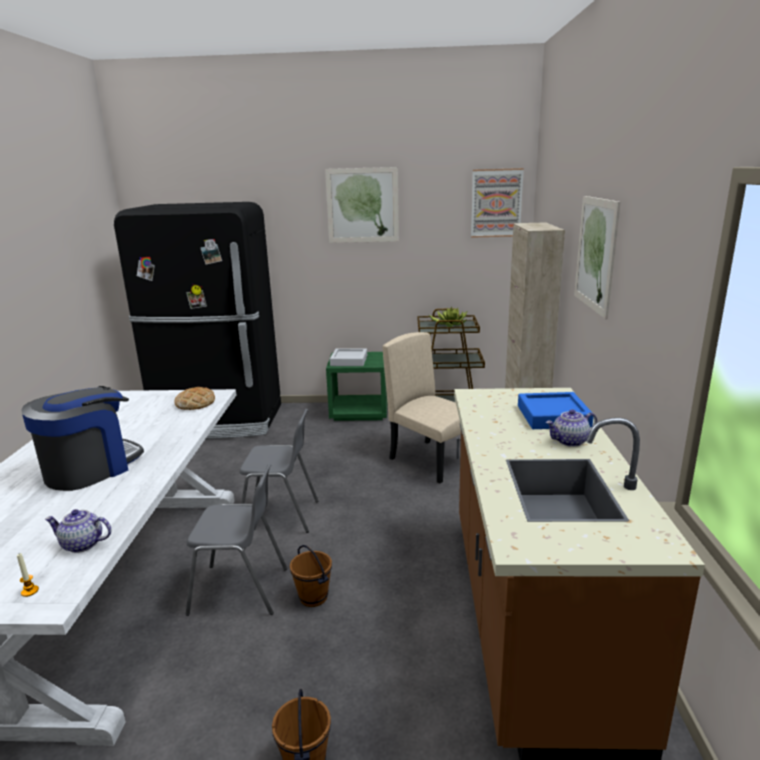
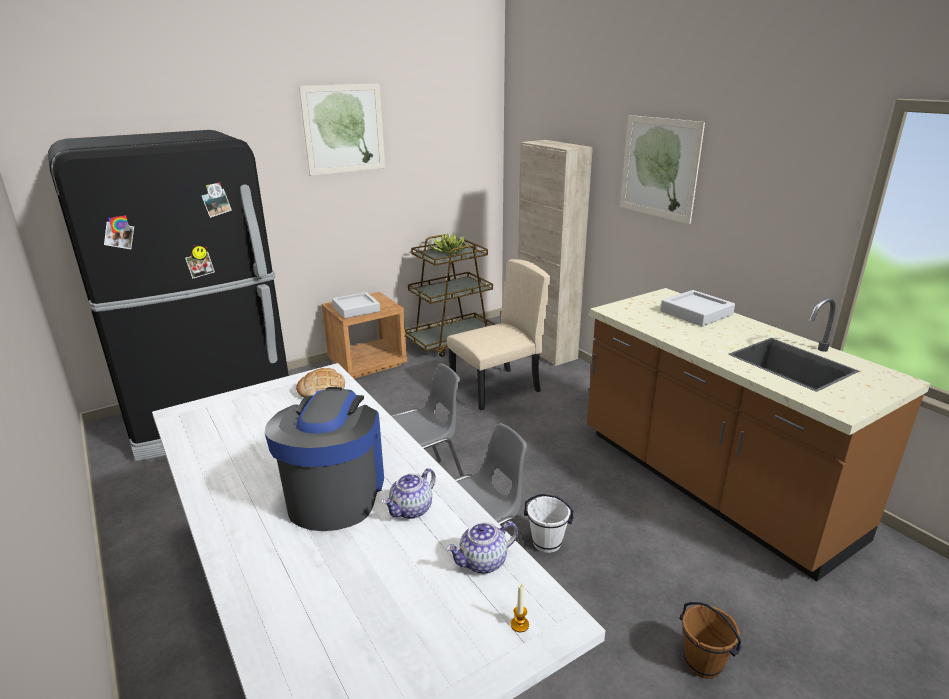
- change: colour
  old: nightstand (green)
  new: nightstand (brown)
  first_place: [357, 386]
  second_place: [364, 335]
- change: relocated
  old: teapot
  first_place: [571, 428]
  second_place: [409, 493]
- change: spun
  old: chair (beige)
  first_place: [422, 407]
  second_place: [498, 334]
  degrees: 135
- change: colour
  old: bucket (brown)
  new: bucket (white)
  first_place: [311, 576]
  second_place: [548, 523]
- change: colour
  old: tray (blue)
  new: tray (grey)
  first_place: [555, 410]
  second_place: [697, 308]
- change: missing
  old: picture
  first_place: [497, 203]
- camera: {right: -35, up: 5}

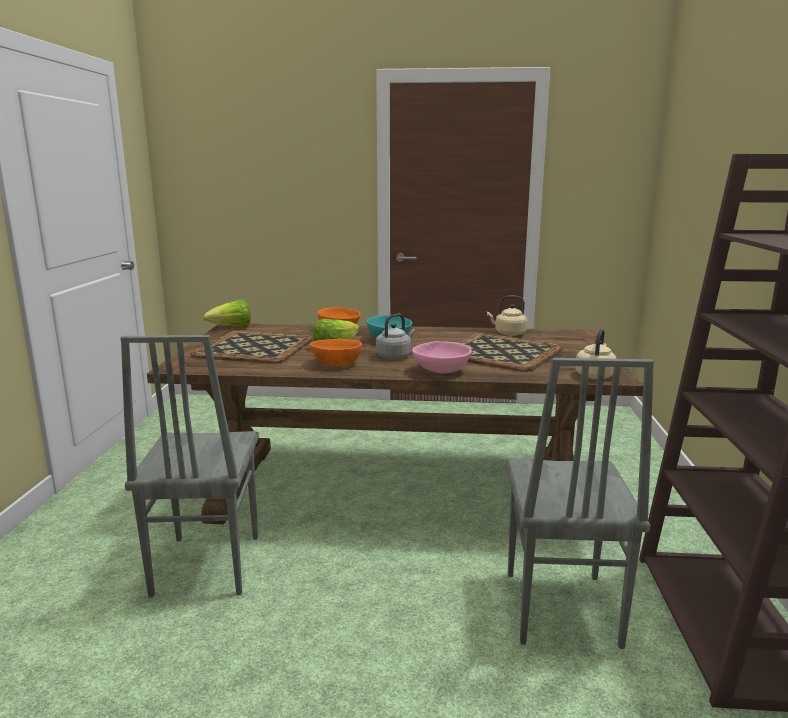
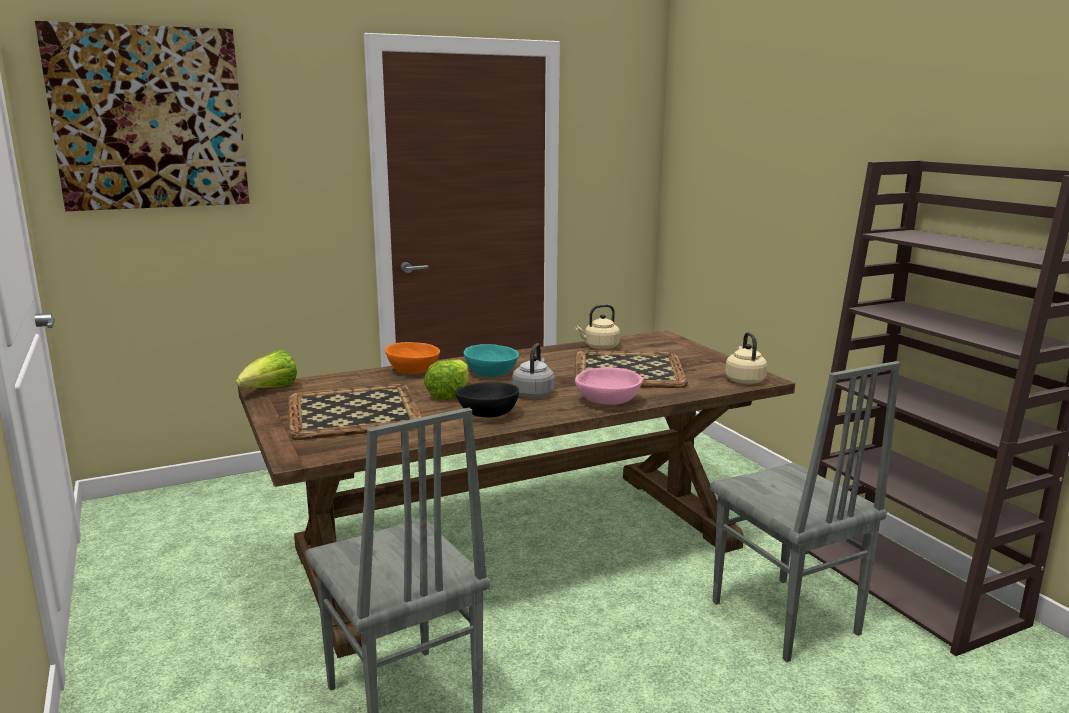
- change: appeared
  new: picture
  second_place: [142, 116]
- change: colour
  old: bowl (orange)
  new: bowl (black)
  first_place: [336, 352]
  second_place: [487, 400]
- camera: {right: -30, up: 0}

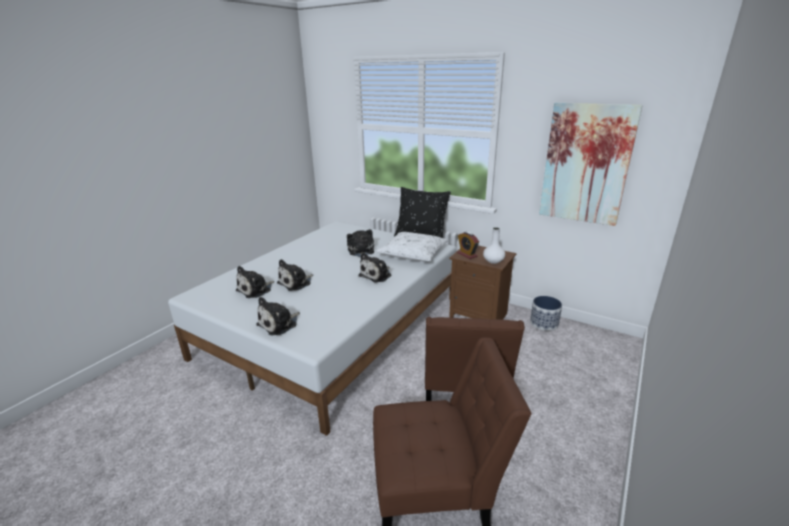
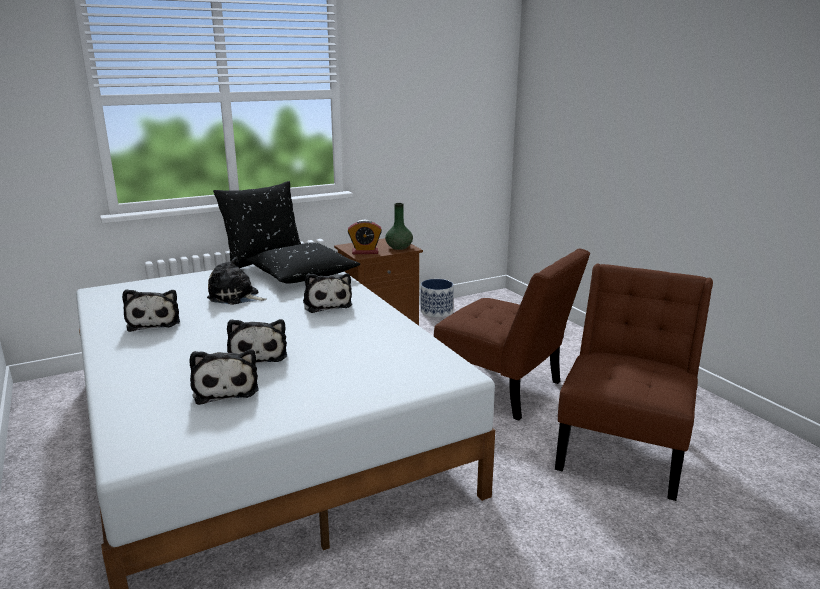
- change: relocated
  old: plush toy
  first_place: [278, 316]
  second_place: [151, 310]
- change: colour
  old: pillow (white)
  new: pillow (black)
  first_place: [412, 246]
  second_place: [303, 263]
- change: colour
  old: vase (white)
  new: vase (green)
  first_place: [494, 245]
  second_place: [399, 226]
- change: missing
  old: picture
  first_place: [591, 164]
- camera: {right: -60, up: -5}

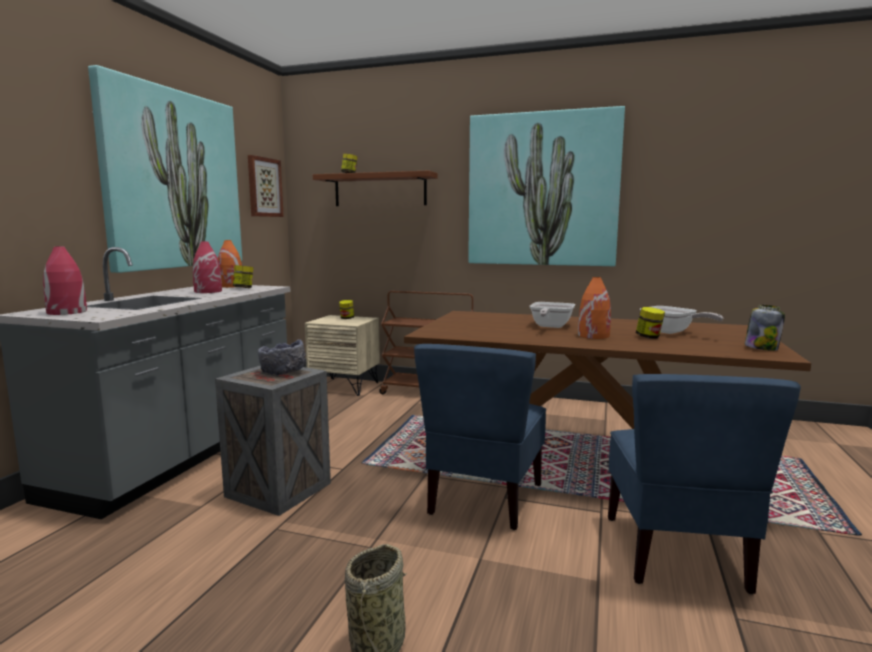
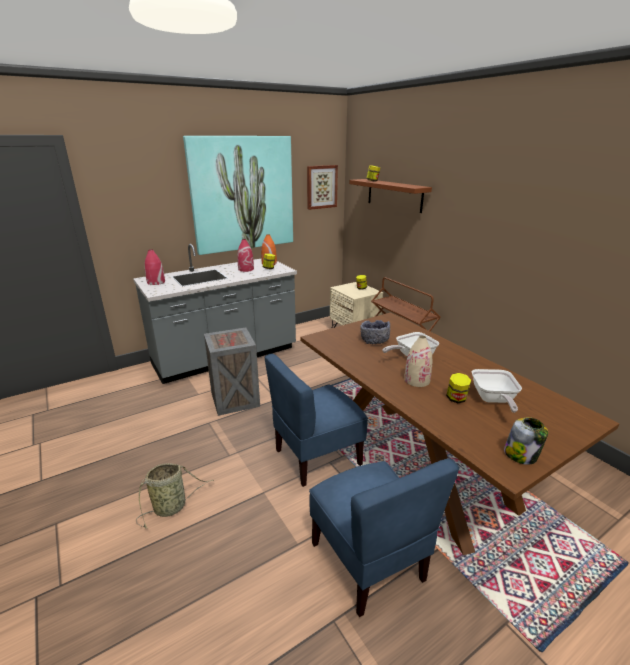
- change: spun
  old: chair (blue)
  first_place: [704, 484]
  second_place: [384, 538]
  degrees: -75
- change: relocated
  old: bowl (grey)
  first_place: [282, 358]
  second_place: [375, 332]
- change: colour
  old: vase (orange)
  new: vase (beige)
  first_place: [594, 308]
  second_place: [418, 361]
- change: missing
  old: picture
  first_place: [546, 186]
- camera: {right: 40, up: 15}

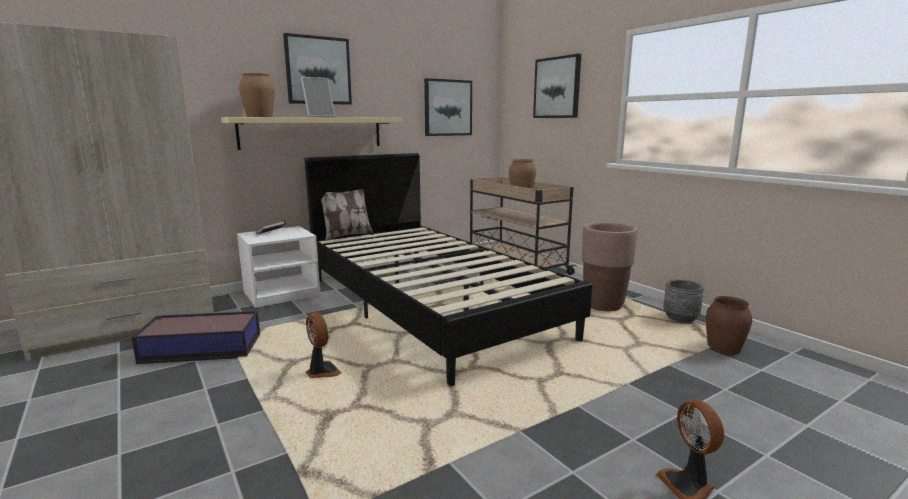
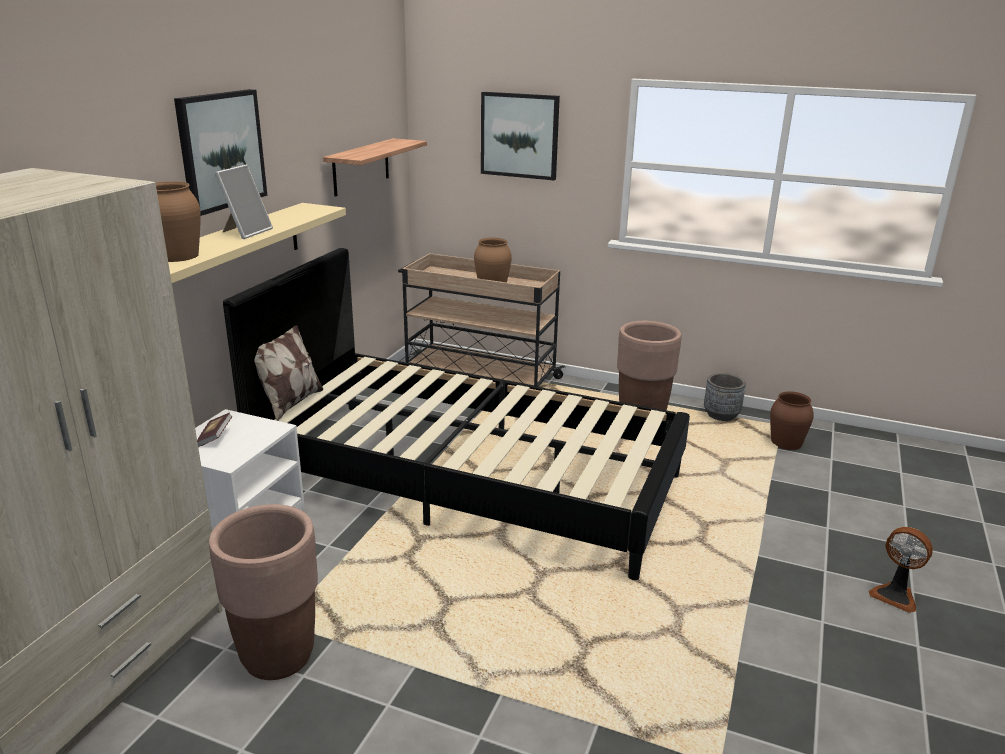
- change: exchanged
  old: storage box
  new: planter (brown)
  first_place: [195, 337]
  second_place: [263, 592]
- change: exchanged
  old: picture
  new: shelf
  first_place: [448, 107]
  second_place: [375, 167]
- change: missing
  old: fan
  first_place: [324, 345]
- camera: {right: -35, up: 10}

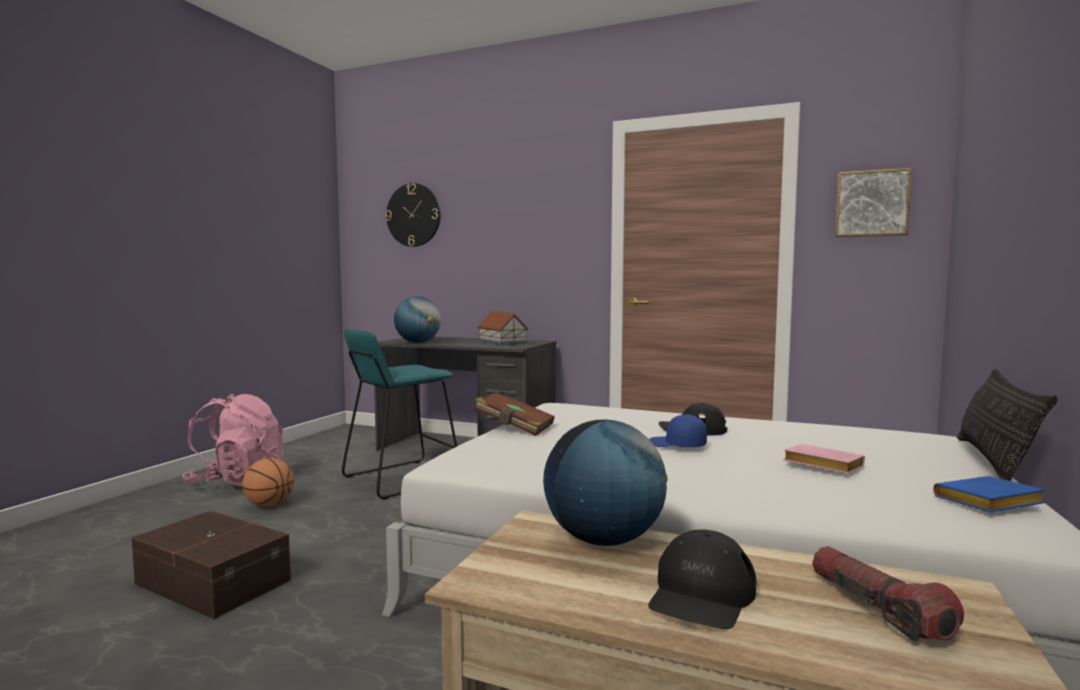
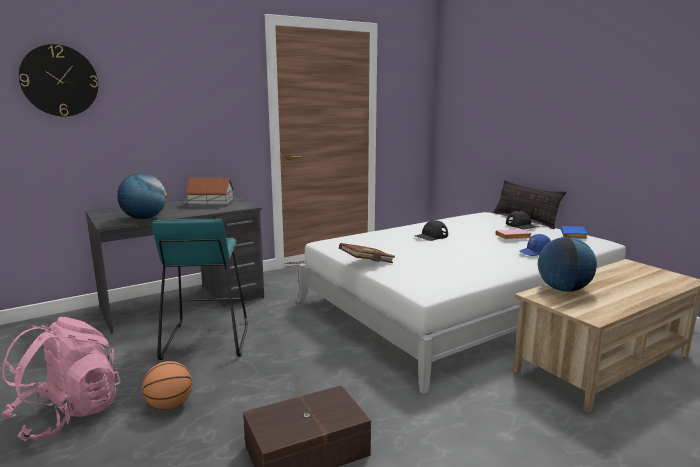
- change: relocated
  old: cap (black)
  first_place: [702, 579]
  second_place: [521, 220]
- change: relocated
  old: cap (blue)
  first_place: [678, 431]
  second_place: [535, 245]
- change: missing
  old: flashlight
  first_place: [888, 594]
- change: missing
  old: picture
  first_place: [873, 202]
- camera: {right: -55, up: 10}

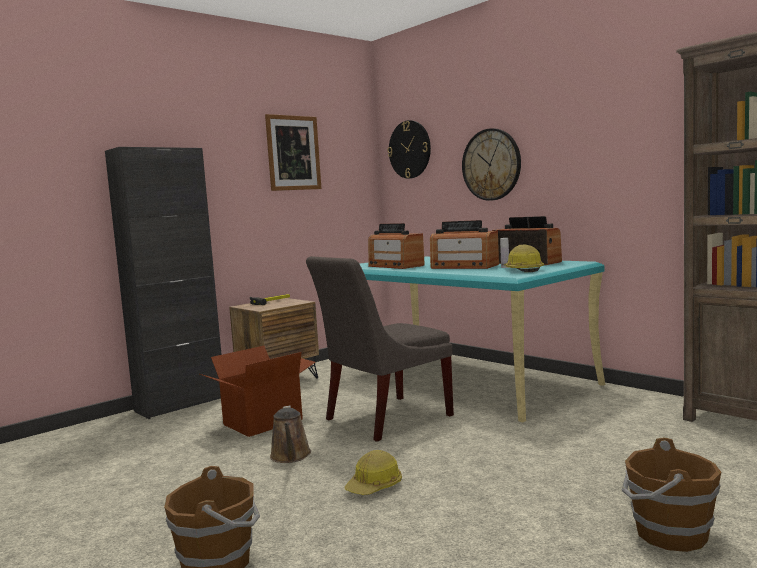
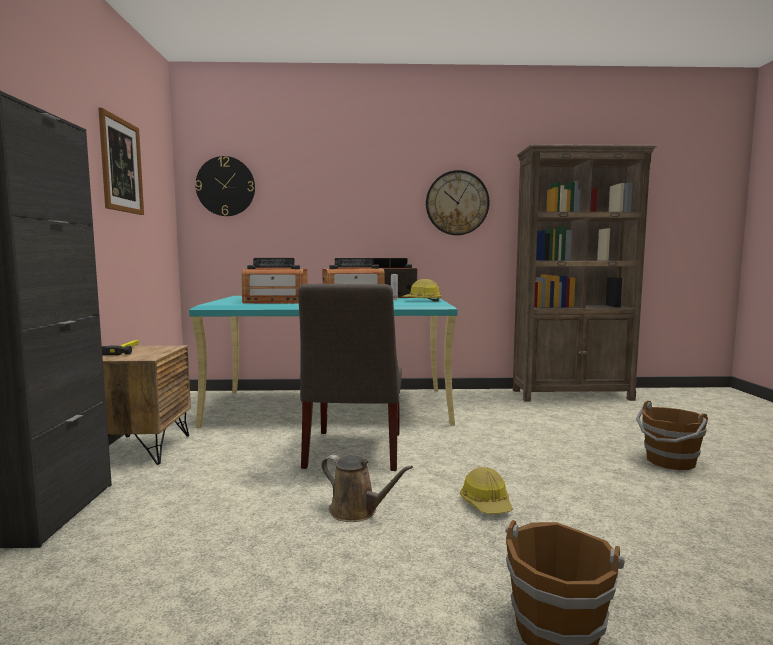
- change: relocated
  old: wall clock
  first_place: [491, 164]
  second_place: [457, 202]
- change: missing
  old: cardboard box
  first_place: [257, 391]
- camera: {right: -50, up: 0}

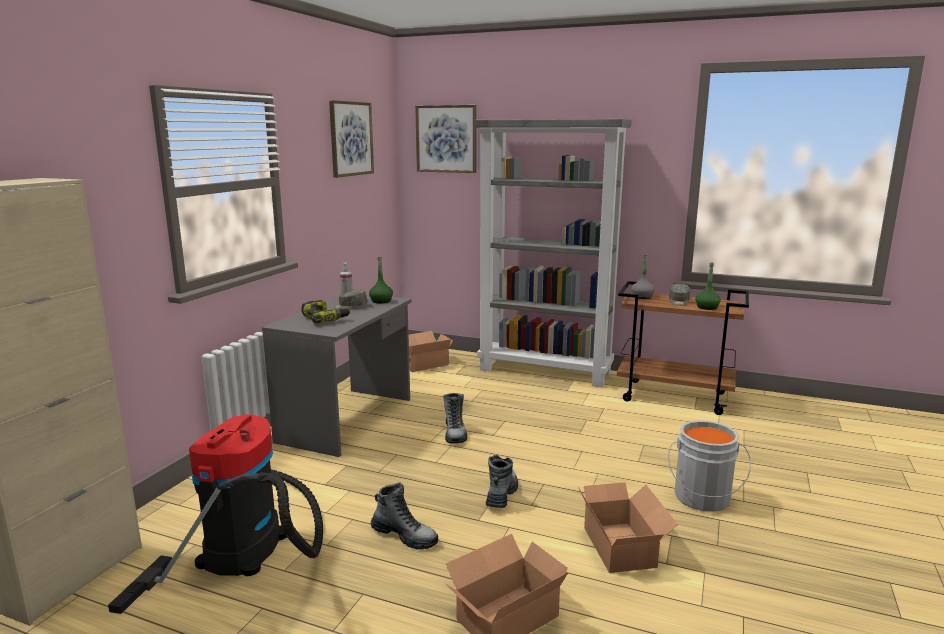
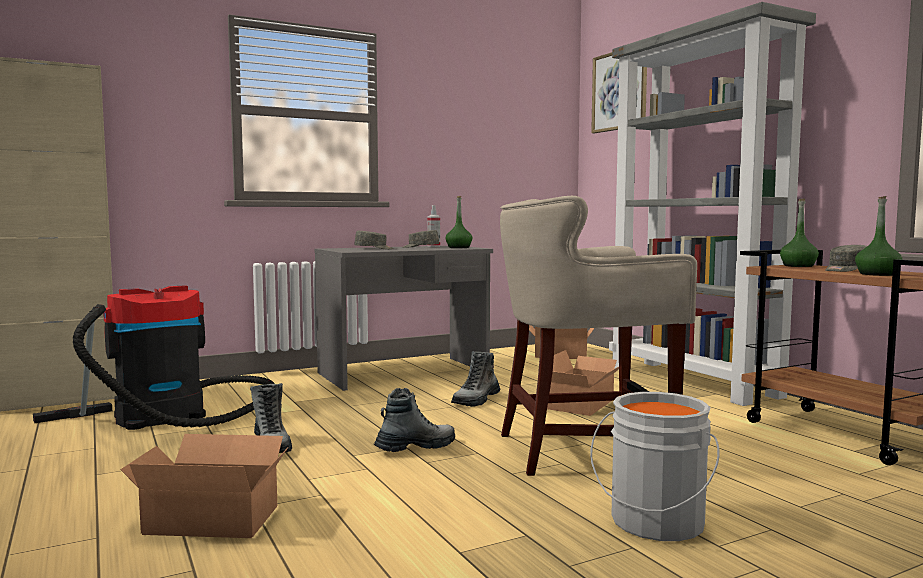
- change: exchanged
  old: power drill
  new: cap (grey)
  first_place: [325, 311]
  second_place: [374, 240]
- change: appeared
  new: stool (beige)
  second_place: [598, 336]
- change: relocated
  old: cardboard box
  first_place: [628, 527]
  second_place: [583, 383]
- change: colour
  old: bottle (grey)
  new: bottle (green)
  first_place: [643, 277]
  second_place: [799, 233]
- change: missing
  old: picture
  first_place: [351, 139]
- camera: {right: 40, up: -10}

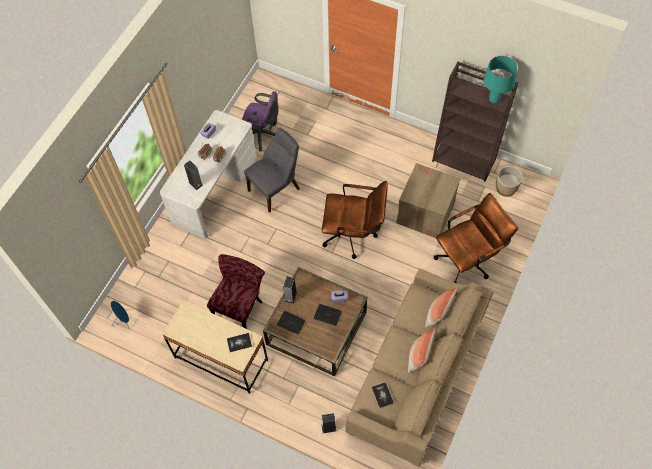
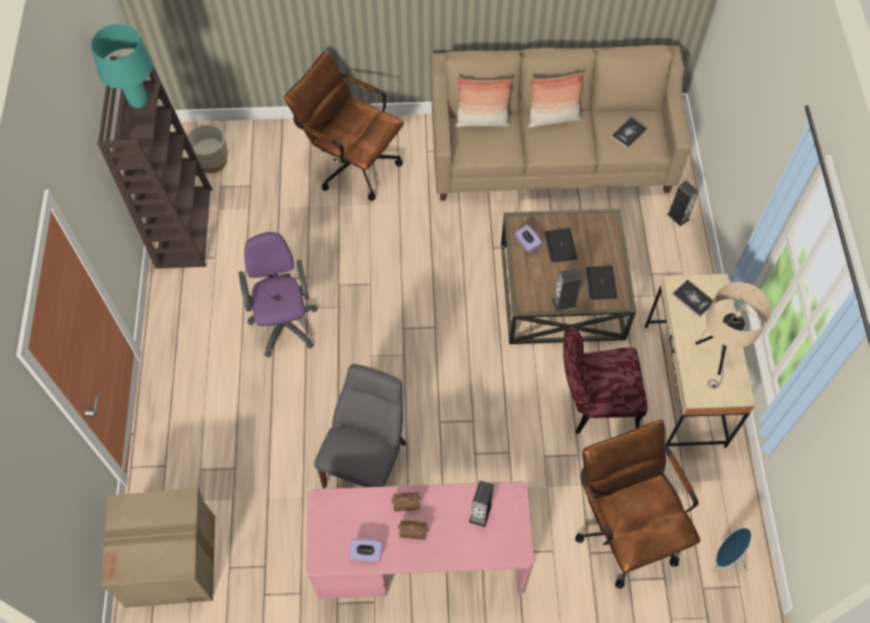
- change: relocated
  old: cardboard box
  first_place: [428, 200]
  second_place: [158, 548]
- change: relocated
  old: office chair (purple)
  first_place: [260, 121]
  second_place: [278, 294]
- change: colour
  old: desk (white)
  new: desk (pink)
  first_place: [208, 174]
  second_place: [420, 540]
- change: spun
  old: chair (grey)
  first_place: [272, 170]
  second_place: [360, 426]
  degrees: 90
- change: relocated
  old: office chair (brown)
  first_place: [355, 220]
  second_place: [637, 504]
- change: appeared
  new: table lamp (beige)
  second_place: [733, 335]
- camera: {right: -120, up: 0}

